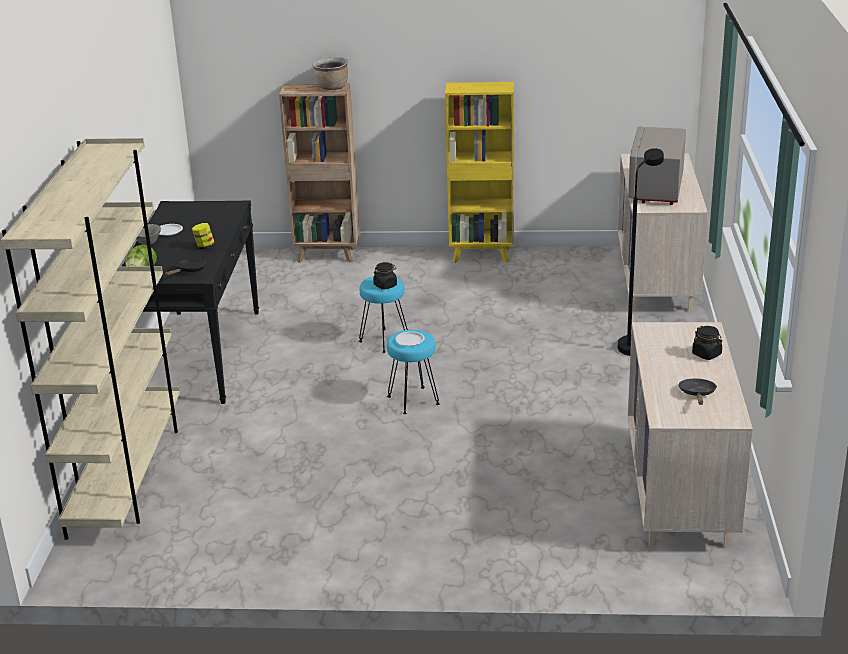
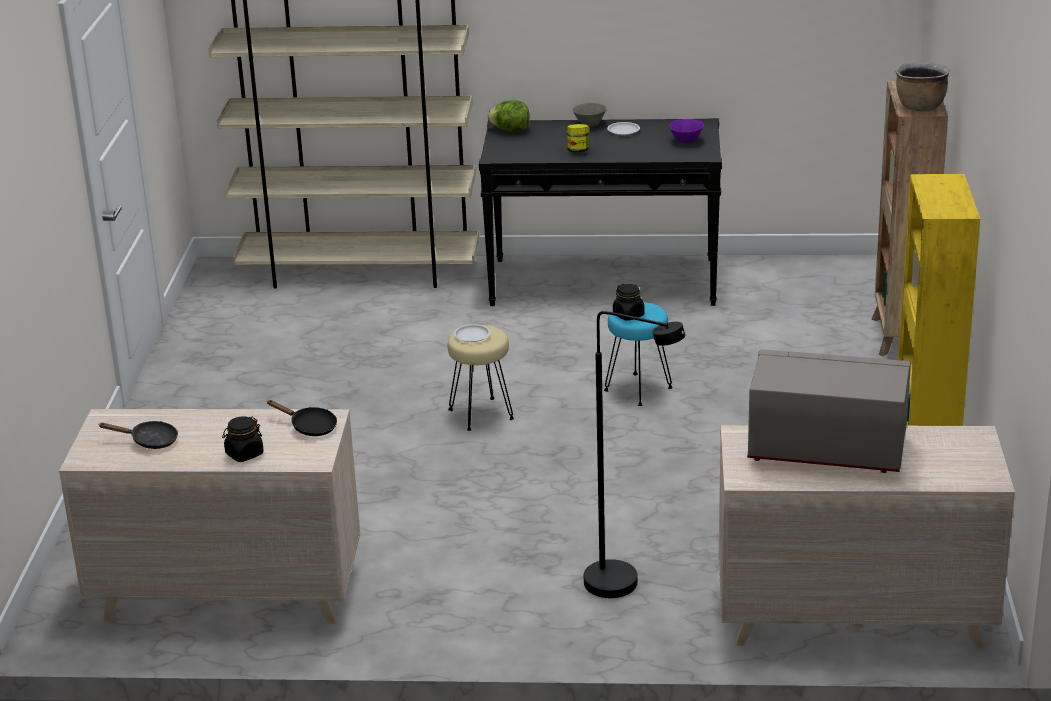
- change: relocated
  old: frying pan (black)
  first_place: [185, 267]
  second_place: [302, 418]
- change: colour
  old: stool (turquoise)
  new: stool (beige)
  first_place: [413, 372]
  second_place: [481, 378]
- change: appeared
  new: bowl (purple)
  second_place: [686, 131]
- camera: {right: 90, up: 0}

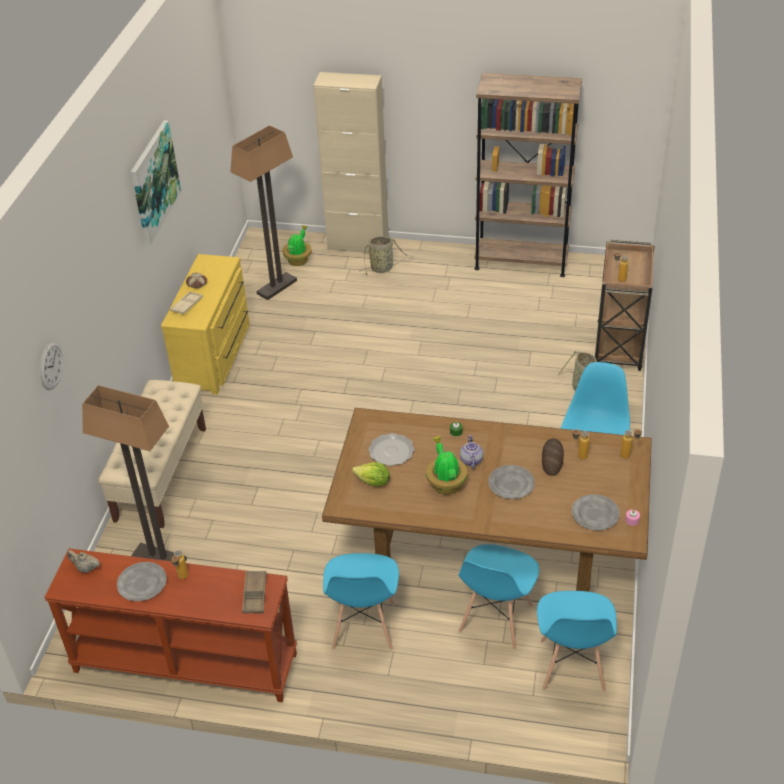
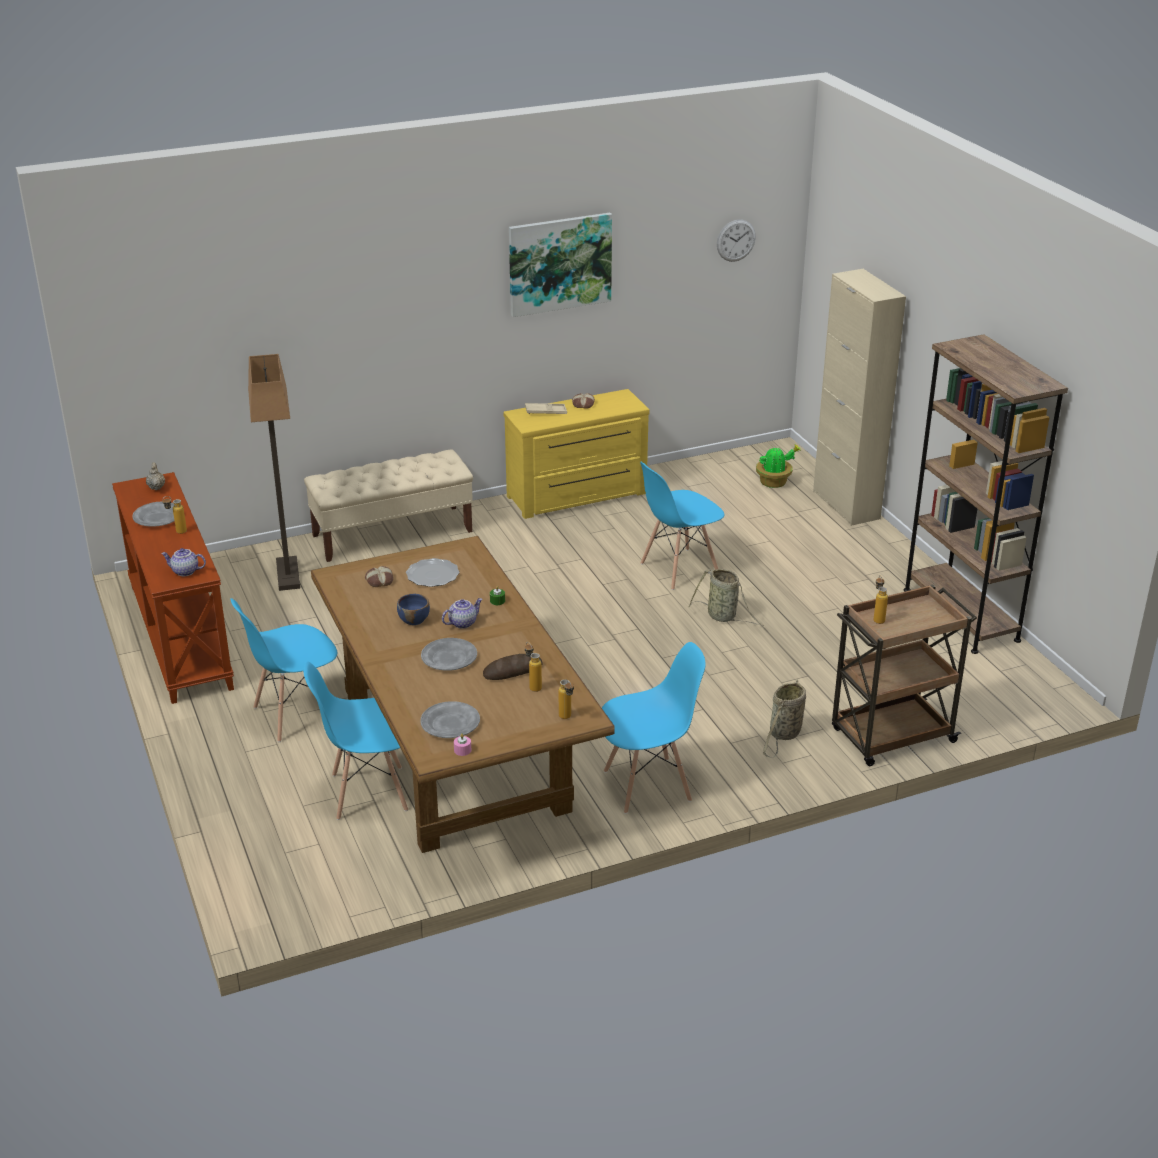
- change: exchanged
  old: tray (brown)
  new: teapot
  first_place: [254, 592]
  second_place: [183, 562]
- change: exchanged
  old: lettuce
  new: bread
  first_place: [371, 474]
  second_place: [379, 576]
- change: exchanged
  old: potted plant
  new: bowl (blue)
  first_place: [446, 465]
  second_place: [413, 609]
- change: relocated
  old: chair (blue)
  first_place: [577, 641]
  second_place: [682, 525]
- change: relocated
  old: basket
  first_place: [387, 255]
  second_place: [726, 597]
- change: relocated
  old: wall clock
  first_place: [51, 365]
  second_place: [736, 241]
- change: missing
  old: floor lamp
  first_place: [263, 212]
- camera: {right: 55, up: -10}

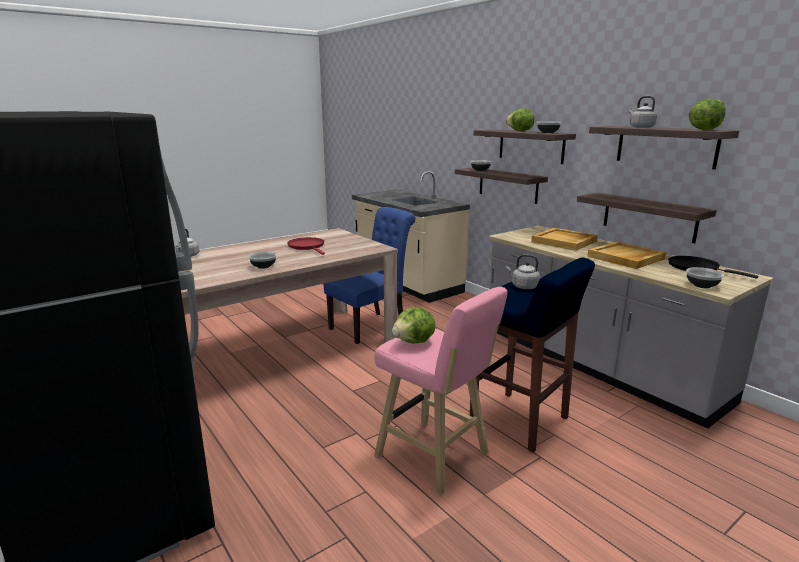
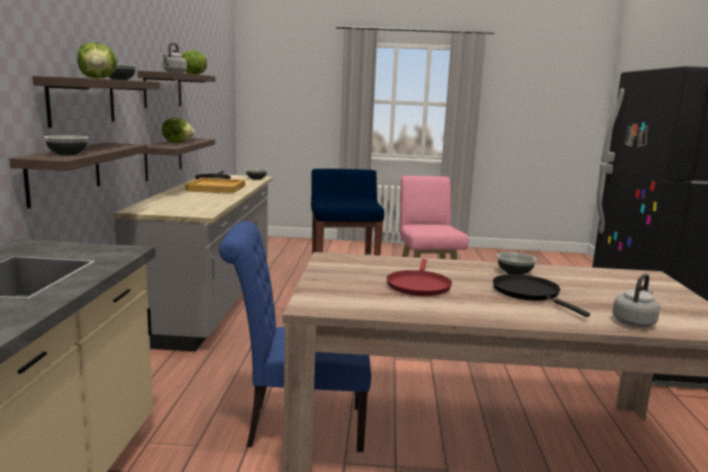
- change: relocated
  old: lettuce
  first_place: [413, 325]
  second_place: [178, 130]
- change: appeared
  new: frying pan (black)
  second_place: [541, 295]
- change: missing
  old: kettle (grey)
  first_place: [523, 271]
- change: missing
  old: tray (beige)
  first_place: [564, 239]
- camera: {right: -140, up: -5}

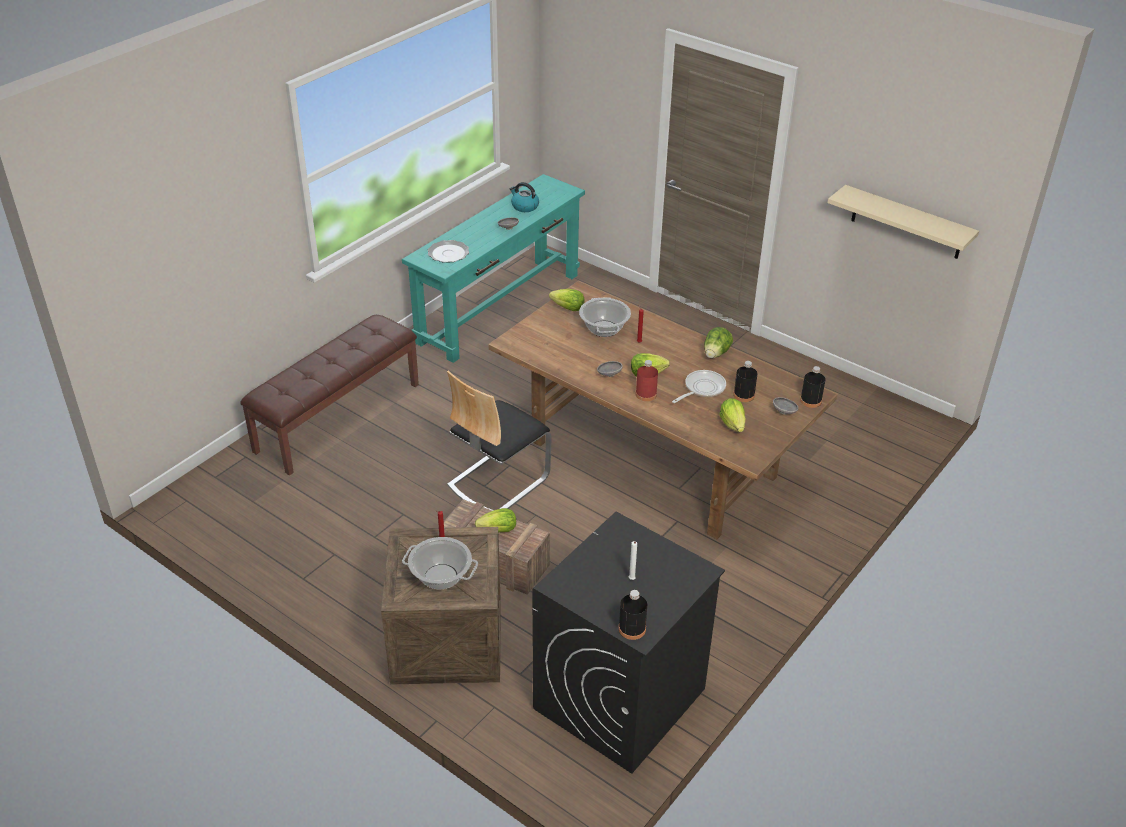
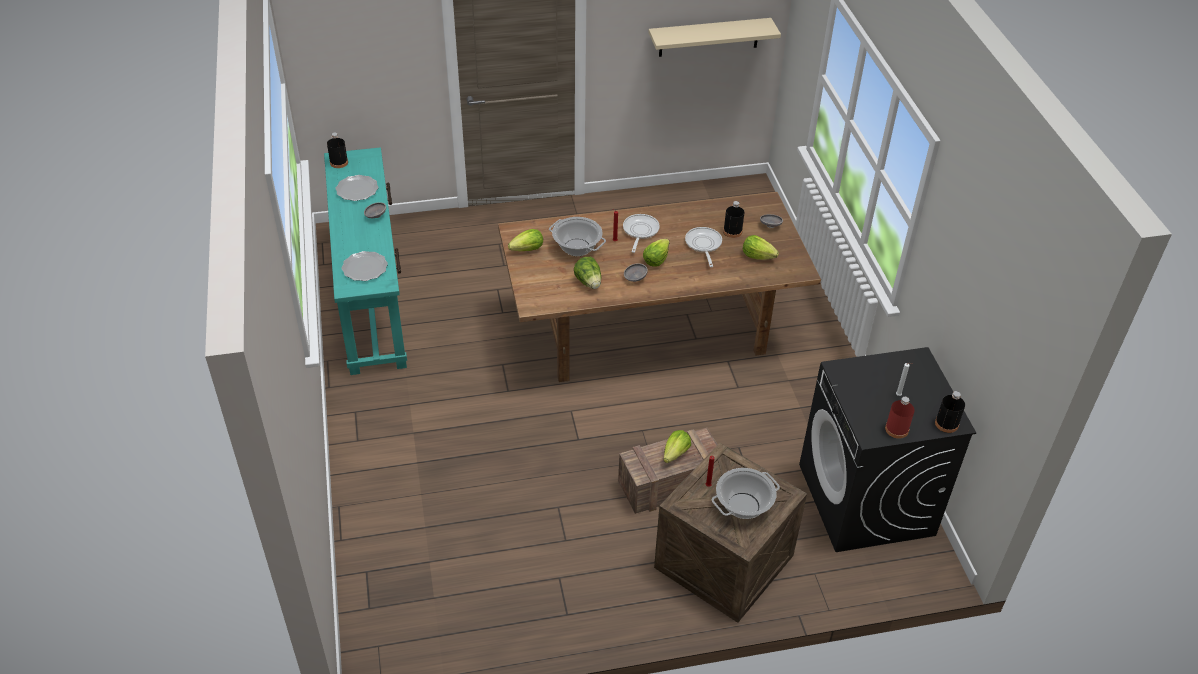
- change: relocated
  old: bottle (black)
  first_place: [813, 387]
  second_place: [337, 150]
- change: exchanged
  old: kettle
  new: plate
  first_place: [524, 197]
  second_place: [357, 188]
- change: relocated
  old: lettuce
  first_place: [718, 342]
  second_place: [587, 273]
- change: appeared
  new: frying pan
  second_place: [641, 233]
- change: relocated
  old: bottle (red)
  first_place: [646, 380]
  second_place: [900, 418]
- change: missing
  old: bench (brown)
  first_place: [329, 395]
- change: missing
  old: chair
  first_place: [499, 441]
- camera: {right: -50, up: 5}

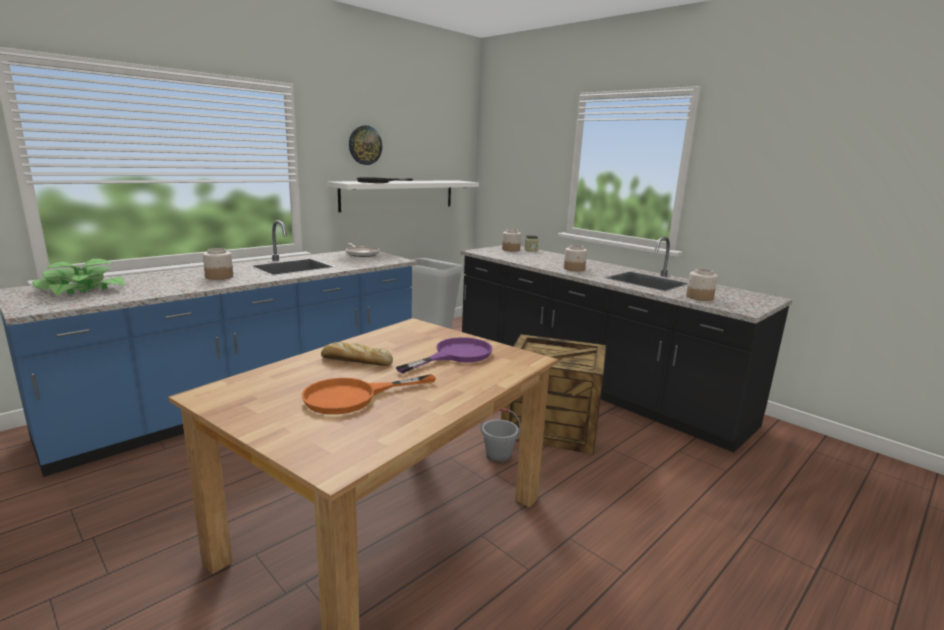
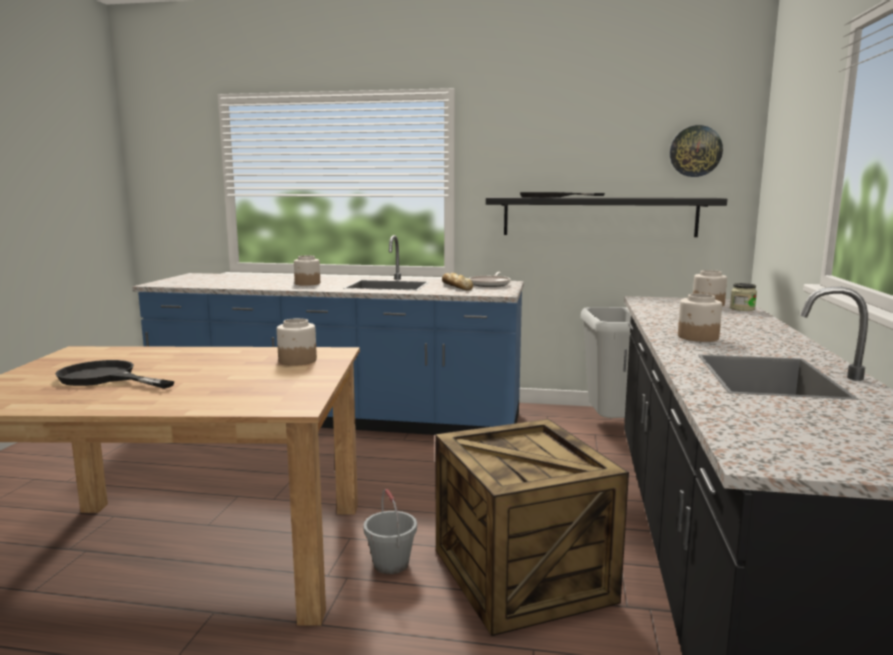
- change: colour
  old: frying pan (orange)
  new: frying pan (black)
  first_place: [369, 394]
  second_place: [115, 374]
- change: relocated
  old: jar
  first_place: [702, 285]
  second_place: [297, 342]
- change: relocated
  old: bread
  first_place: [357, 354]
  second_place: [457, 282]
- change: colour
  old: shelf (white)
  new: shelf (black)
  first_place: [403, 196]
  second_place: [606, 217]
- change: relocated
  old: wall clock
  first_place: [365, 145]
  second_place: [696, 151]
- change: missing
  old: potted plant
  first_place: [78, 277]
- change: missing
  old: frying pan (purple)
  first_place: [444, 355]
- camera: {right: 55, up: -5}

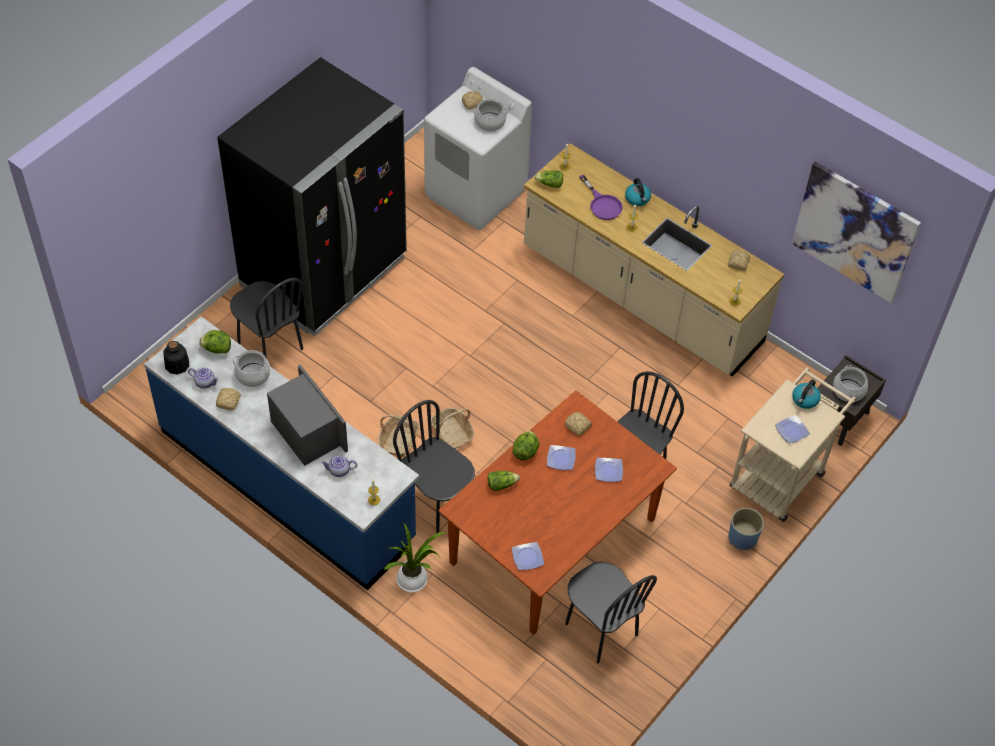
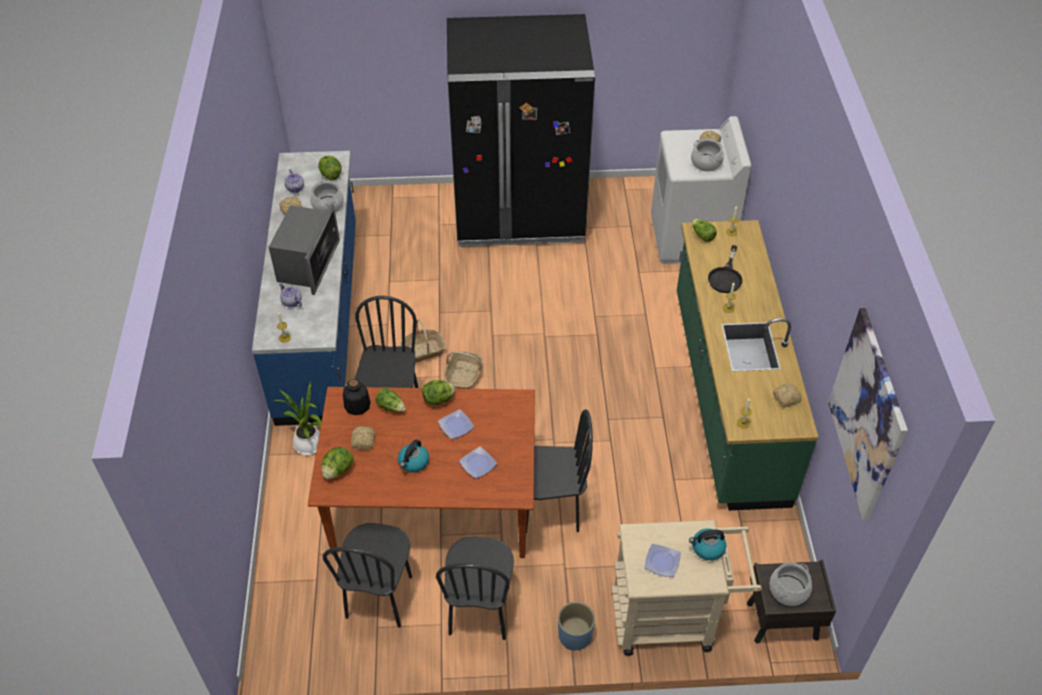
- change: exchanged
  old: plate
  new: lettuce
  first_place: [528, 556]
  second_place: [338, 463]
- change: relocated
  old: bottle
  first_place: [176, 358]
  second_place: [356, 397]
- change: relocated
  old: bread
  first_place: [578, 424]
  second_place: [363, 437]
- change: relocated
  old: kettle
  first_place: [638, 192]
  second_place: [413, 456]
- change: relocated
  old: chair (black)
  first_place: [266, 318]
  second_place: [475, 588]
- change: colour
  old: counter (beige)
  new: counter (green)
  first_place: [654, 260]
  second_place: [748, 365]
- change: colour
  old: frying pan (purple)
  new: frying pan (black)
  first_place: [601, 197]
  second_place: [725, 269]
- camera: {right: 50, up: -5}

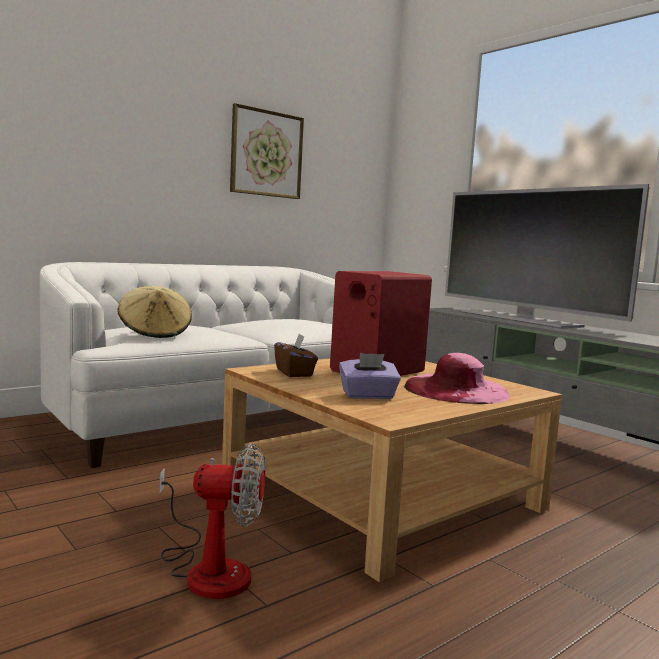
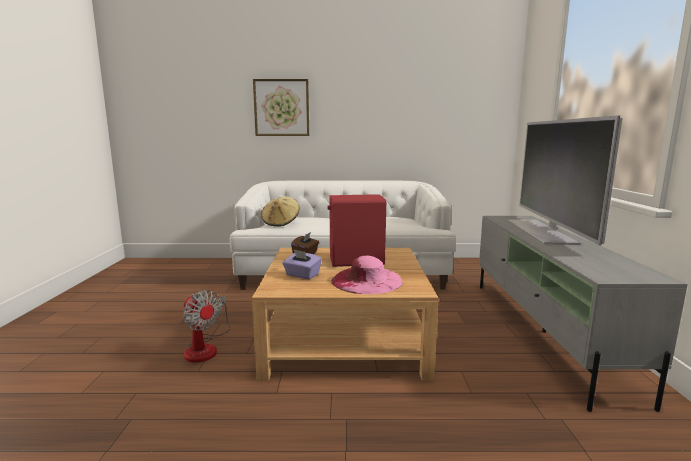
- change: relocated
  old: picture
  first_place: [267, 151]
  second_place: [281, 107]
- camera: {right: 40, up: 5}

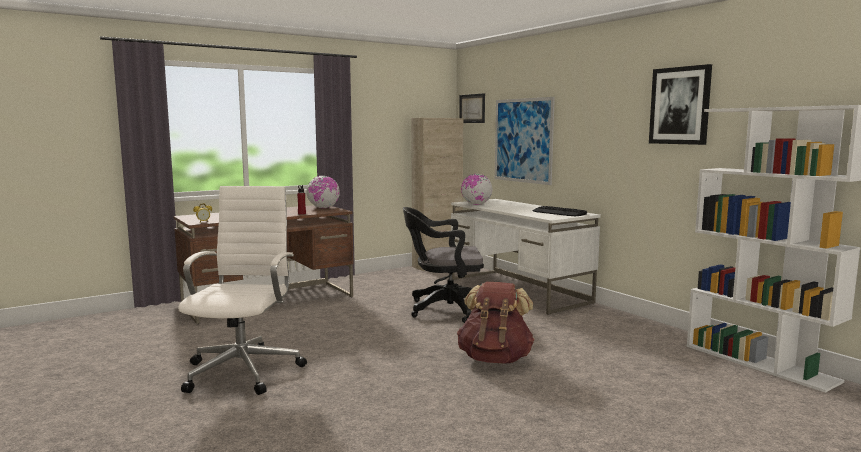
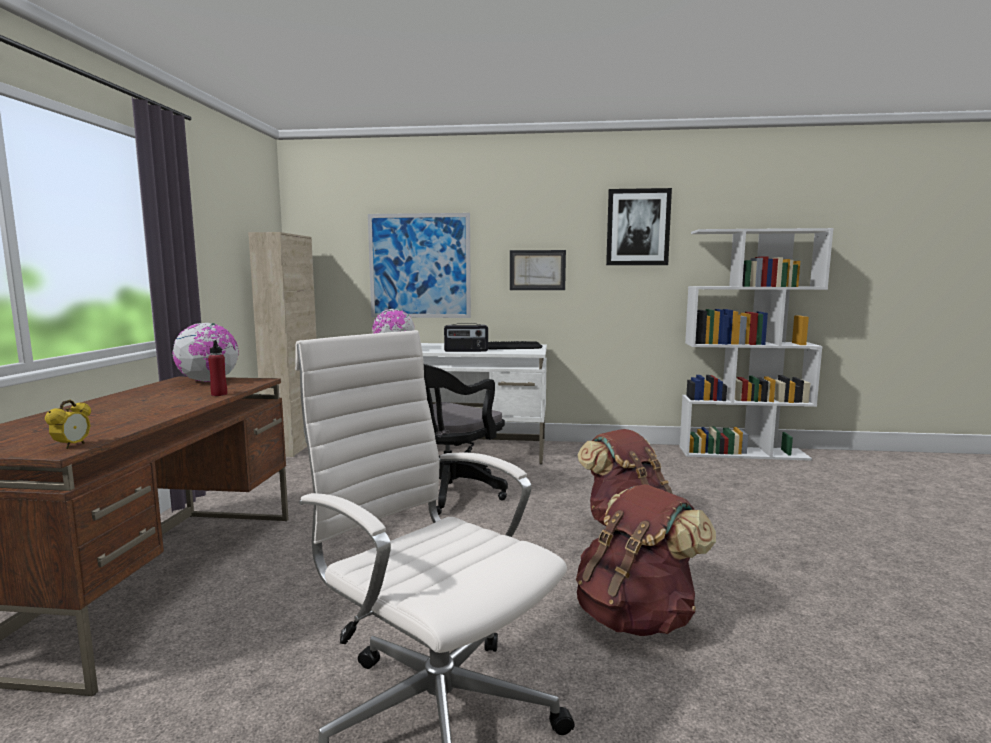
- change: appeared
  new: radio
  second_place: [466, 337]
- change: relocated
  old: picture
  first_place: [472, 108]
  second_place: [538, 270]
- change: appeared
  new: backpack (brown)
  second_place: [646, 560]
- camera: {right: -50, up: 0}

